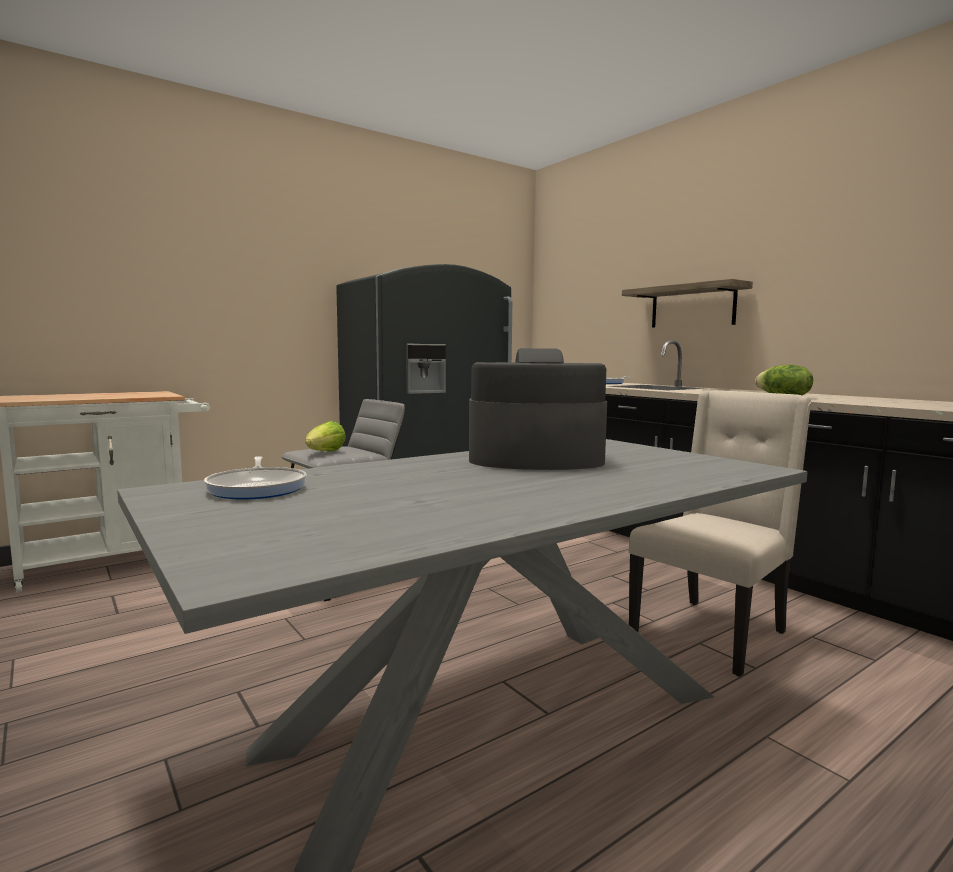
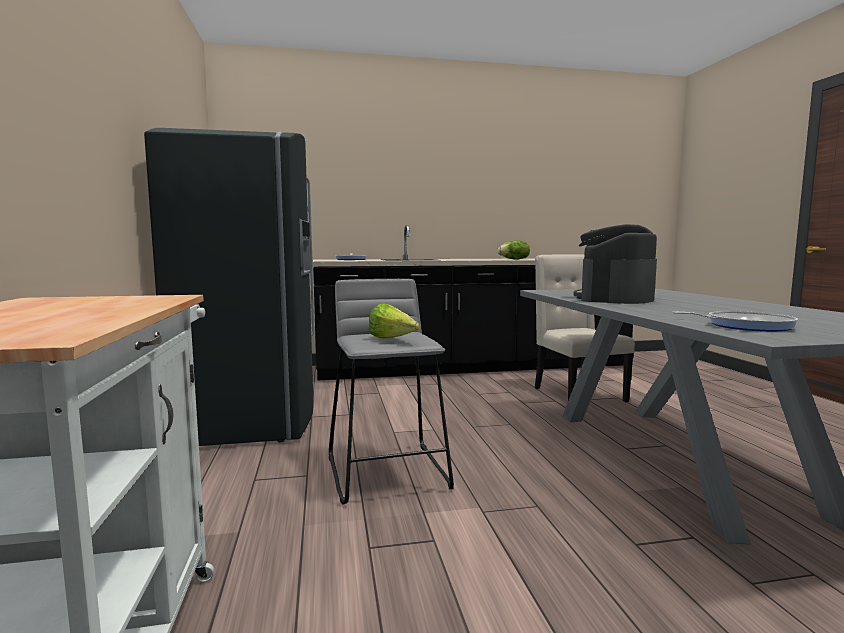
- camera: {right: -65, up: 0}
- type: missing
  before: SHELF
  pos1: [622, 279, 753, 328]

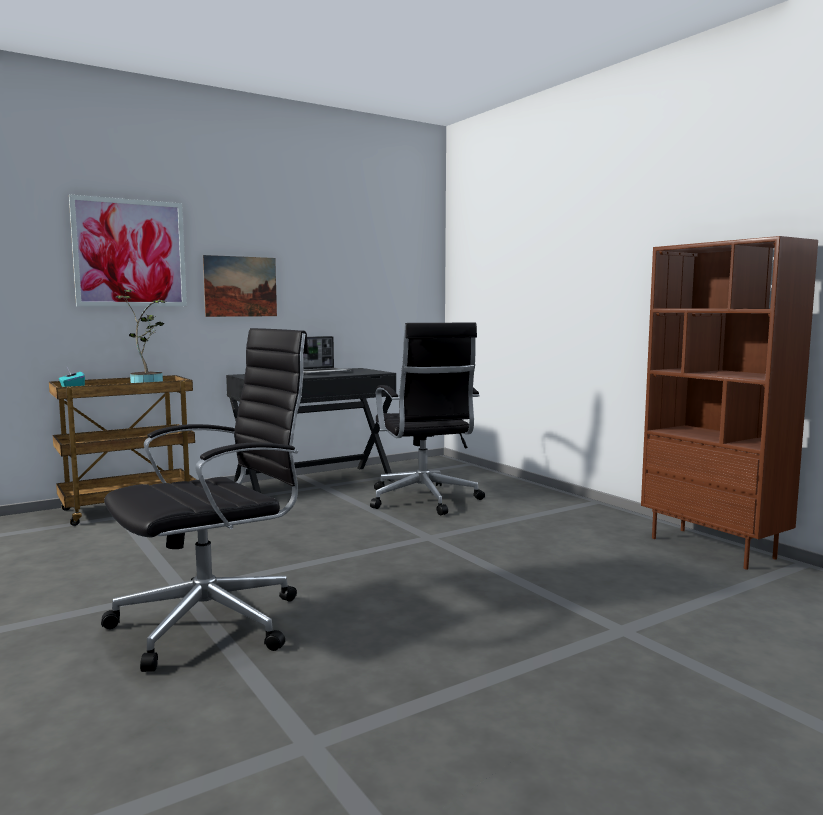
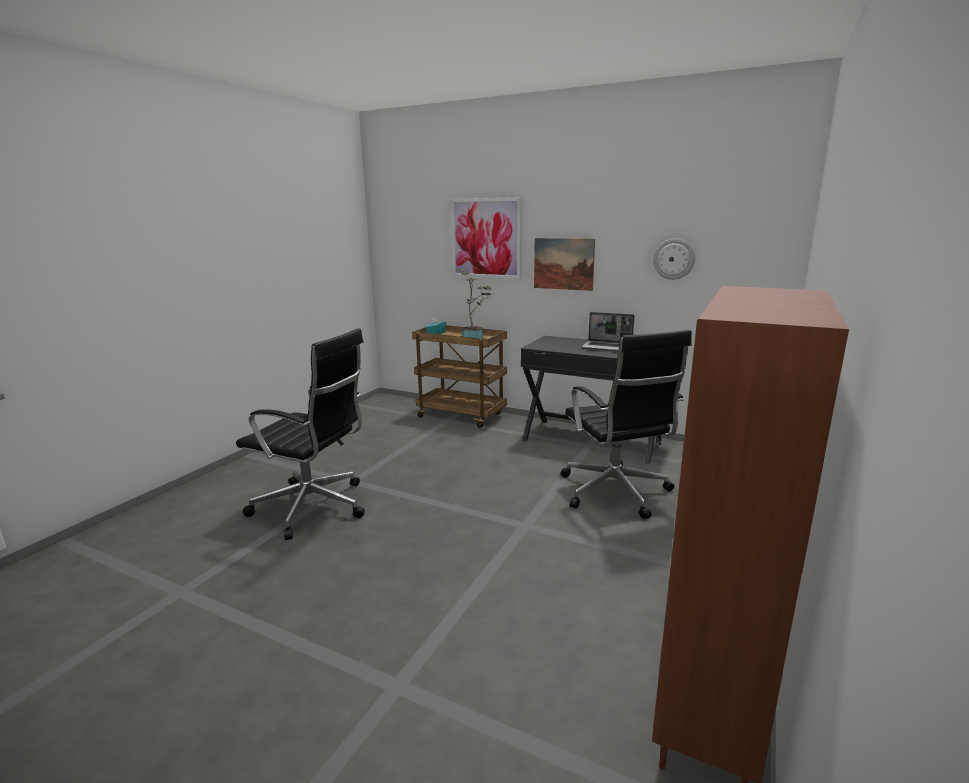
- camera: {right: 60, up: 10}
- type: spun
  before: BLACK OFFICE CHAIR
  pos1: [370, 322, 485, 515]
  pos2: [561, 330, 692, 519]
  turn: -60
- type: appeared
  after: WALL CLOCK
  pos2: [653, 239, 695, 280]

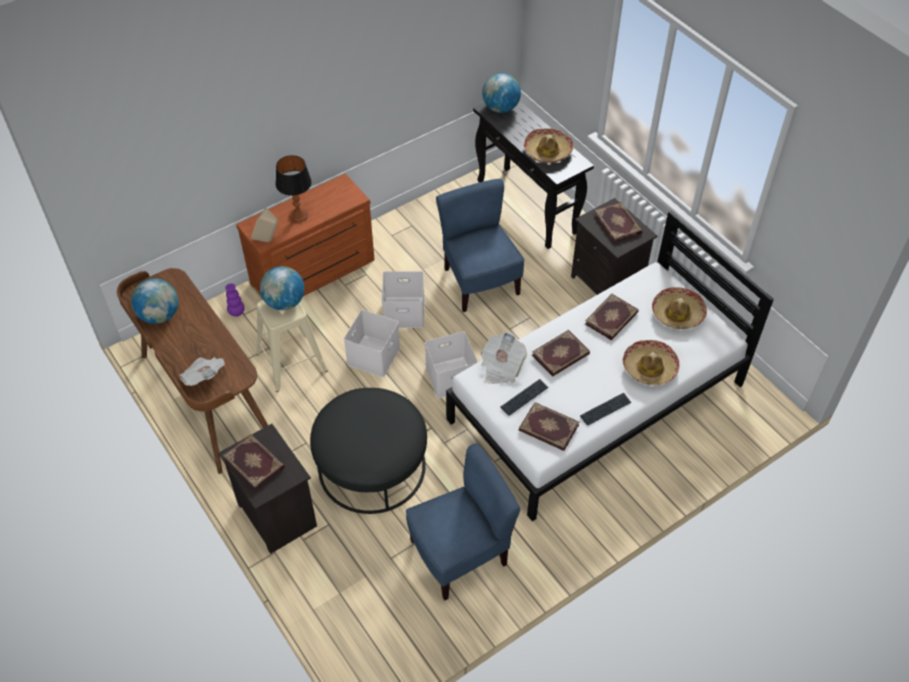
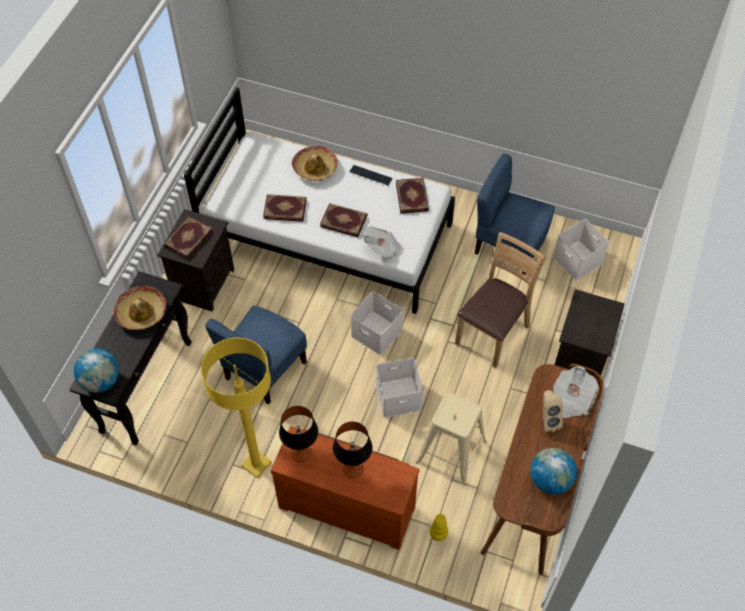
- camera: {right: -125, up: 5}
- type: appeared
  after: YELLOW FLOOR LAMP
  pos2: [201, 338, 272, 478]
- type: appeared
  after: TABLE LAMP
  pos2: [279, 406, 318, 463]
- type: colour
  before: PURPLE VASE
  after: YELLOW VASE
  pos1: [225, 283, 245, 317]
  pos2: [430, 514, 448, 541]
- type: exchanged
  before: BLACK OTTOMAN
  after: BROWN CHAIR
  pos1: [310, 388, 427, 514]
  pos2: [455, 232, 546, 368]
- type: relocated
  before: BEIGE SPEAKER
  pos1: [251, 208, 278, 242]
  pos2: [543, 390, 563, 432]
- type: relocated
  before: WHITE STORAGE BOX
  pos1: [382, 271, 424, 328]
  pos2: [553, 219, 609, 280]
- type: missing
  before: BOOK
  pos1: [222, 434, 285, 491]
- type: missing
  before: GLOBE
  pos1: [260, 266, 304, 310]
- type: missing
  before: KEYBOARD
  pos1: [500, 379, 549, 416]
- type: missing
  before: HAT
  pos1: [652, 287, 707, 329]

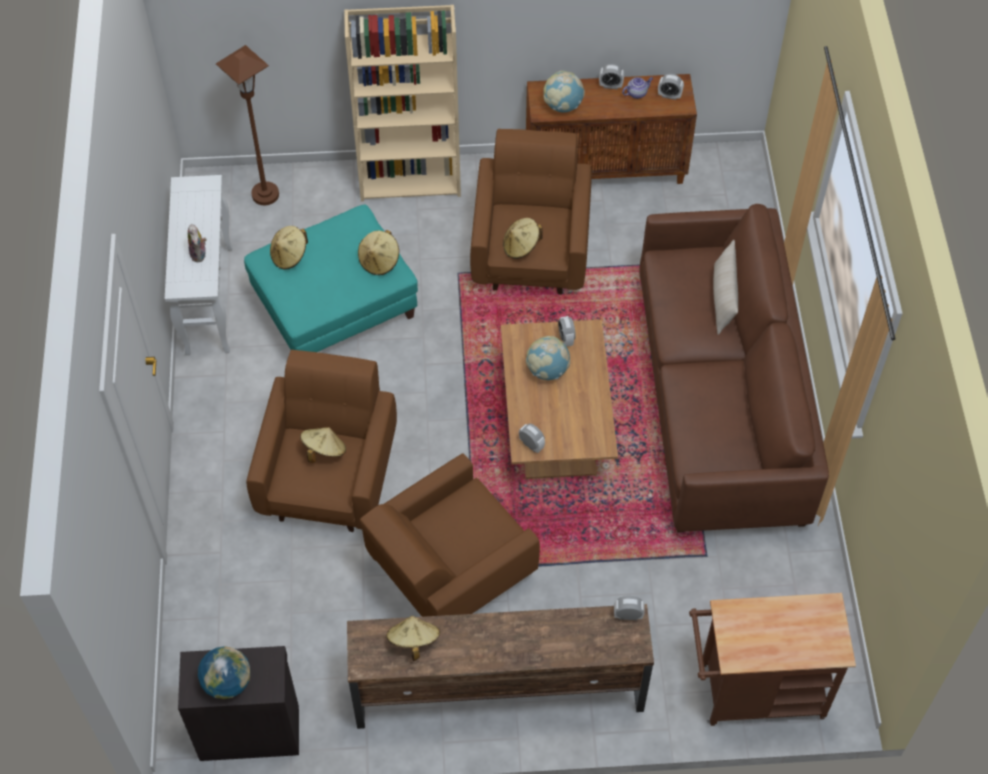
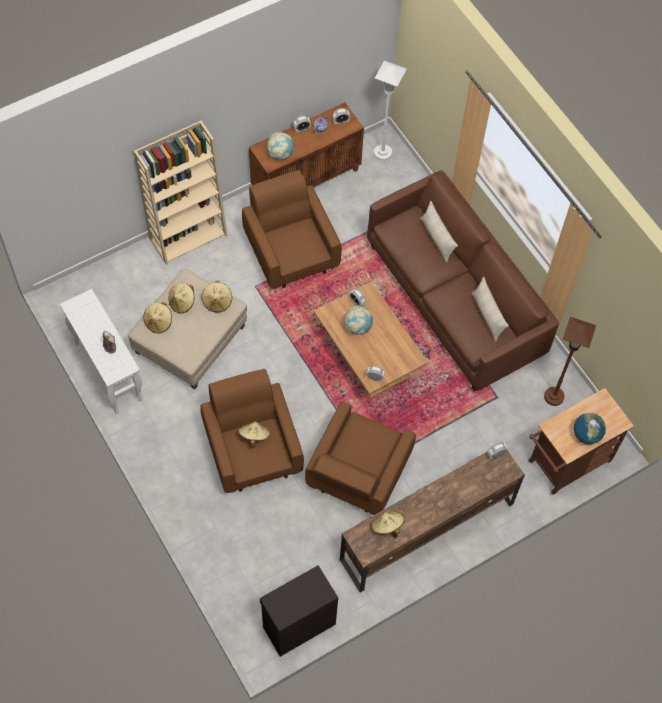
- camera: {right: -30, up: 5}
- type: colour
  before: TURQUOISE OTTOMAN
  after: BEIGE OTTOMAN
  pos1: [244, 205, 418, 352]
  pos2: [128, 268, 247, 389]
- type: relocated
  before: BEIGE HAT
  pos1: [503, 218, 542, 259]
  pos2: [168, 283, 194, 314]
- type: appeared
  after: WHITE FLOOR LAMP
  pos2: [374, 60, 407, 161]
- type: appeared
  after: BEIGE PILLOW
  pos2: [472, 277, 509, 342]
- type: relocated
  before: BROWN FLOOR LAMP
  pos1: [216, 45, 279, 205]
  pos2: [544, 317, 596, 406]
- type: relocated
  before: GLOBE
  pos1: [198, 646, 250, 699]
  pos2: [574, 413, 606, 444]

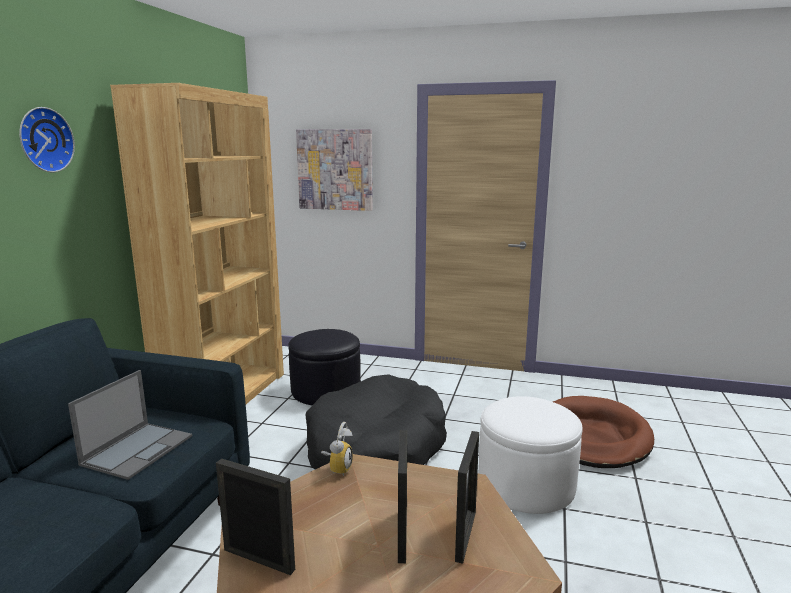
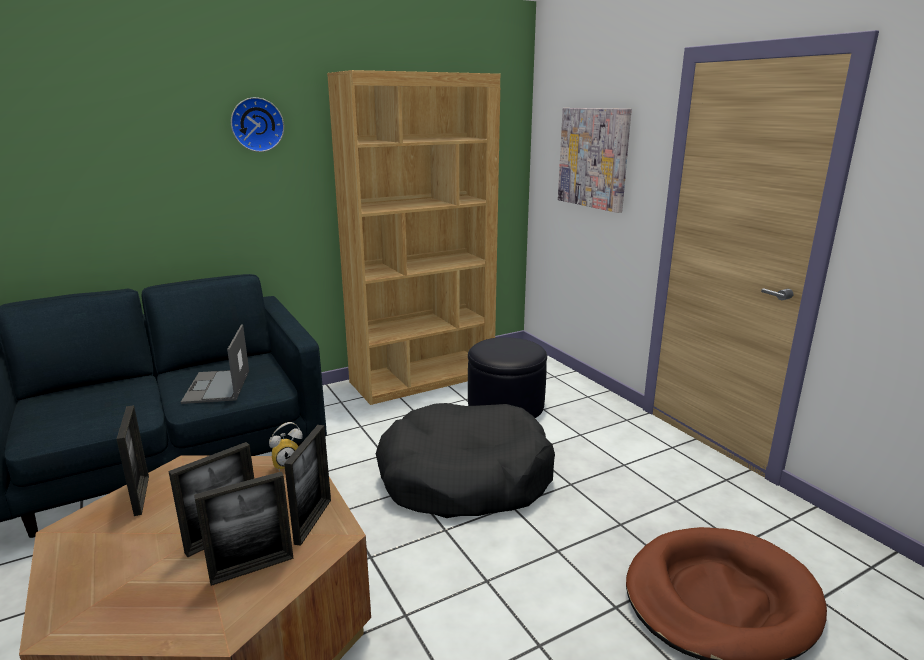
- camera: {right: 45, up: 5}
- type: spun
  before: LAPTOP
  pos1: [68, 370, 192, 480]
  pos2: [181, 324, 249, 404]
  turn: 105
- type: appeared
  after: PICTURE FRAME
  pos2: [284, 425, 331, 546]
- type: missing
  before: WHITE OTTOMAN
  pos1: [478, 396, 583, 514]

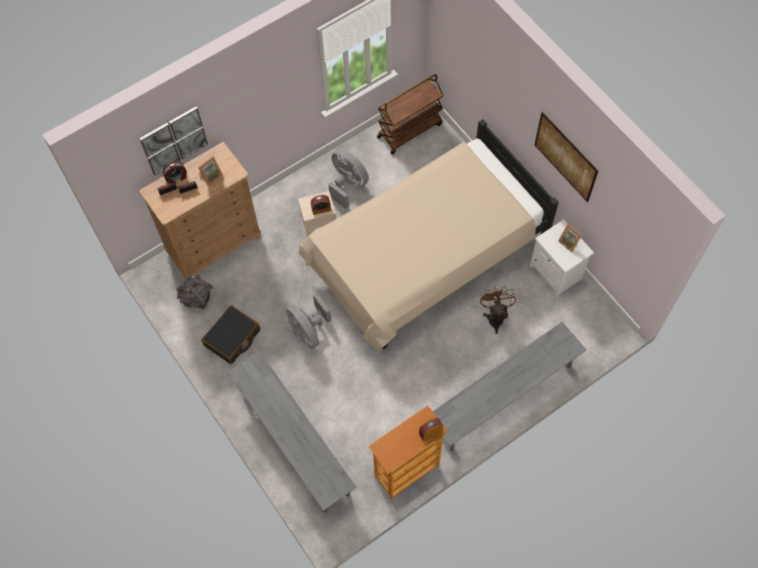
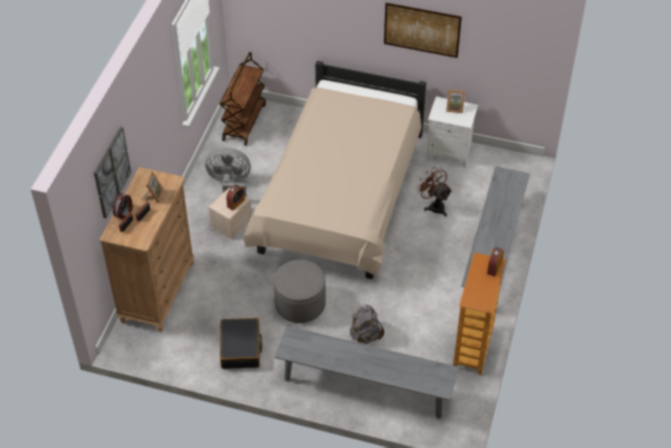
- camera: {right: -40, up: -15}
- type: exchanged
  before: GREY FAN
  after: GREY OTTOMAN
  pos1: [286, 293, 331, 349]
  pos2: [274, 260, 326, 323]
- type: relocated
  before: GREY BACKPACK
  pos1: [176, 275, 213, 310]
  pos2: [350, 304, 384, 344]

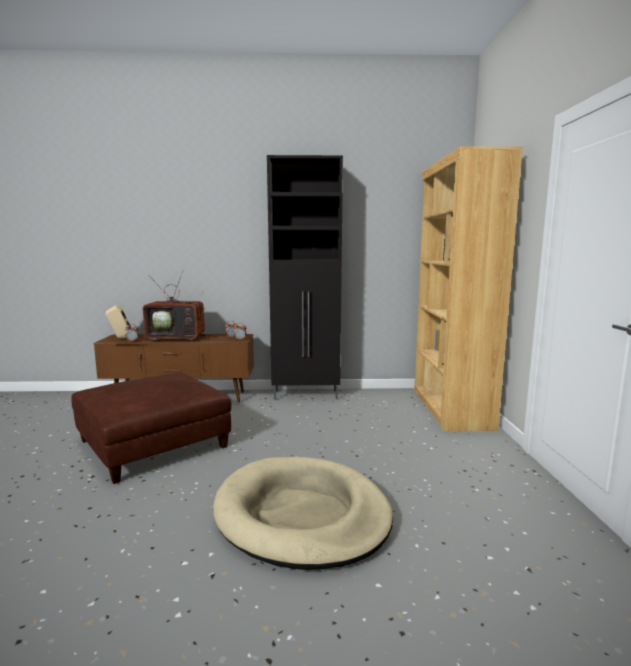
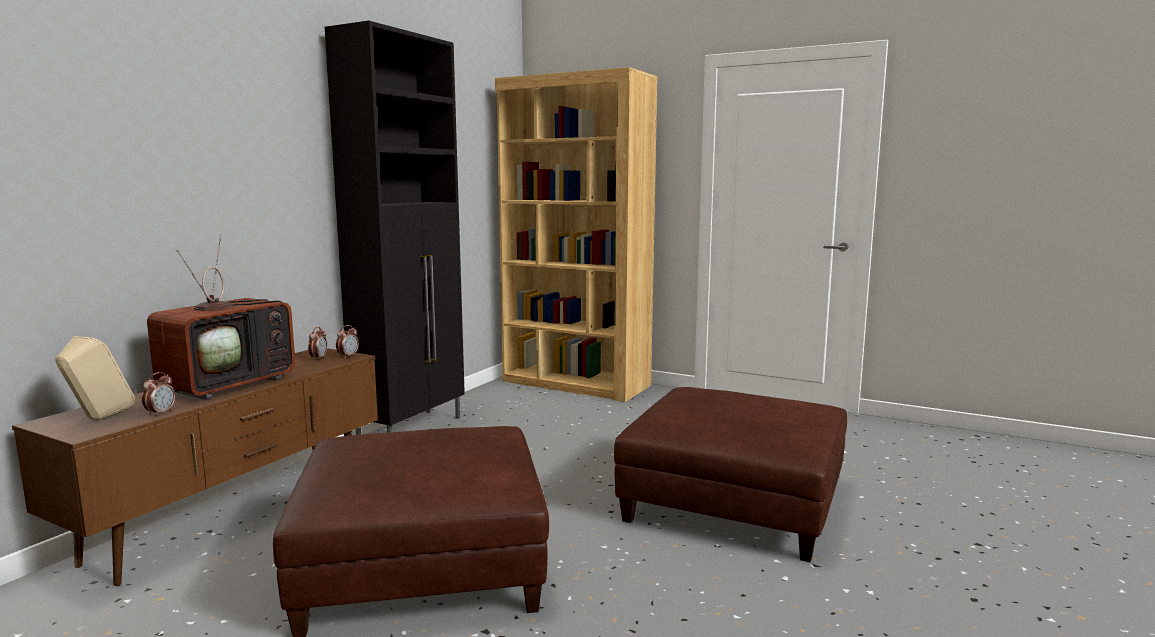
- camera: {right: -60, up: 0}
- type: exchanged
  before: BEIGE DOG BED
  after: BROWN OTTOMAN
  pos1: [213, 457, 393, 570]
  pos2: [614, 387, 847, 562]

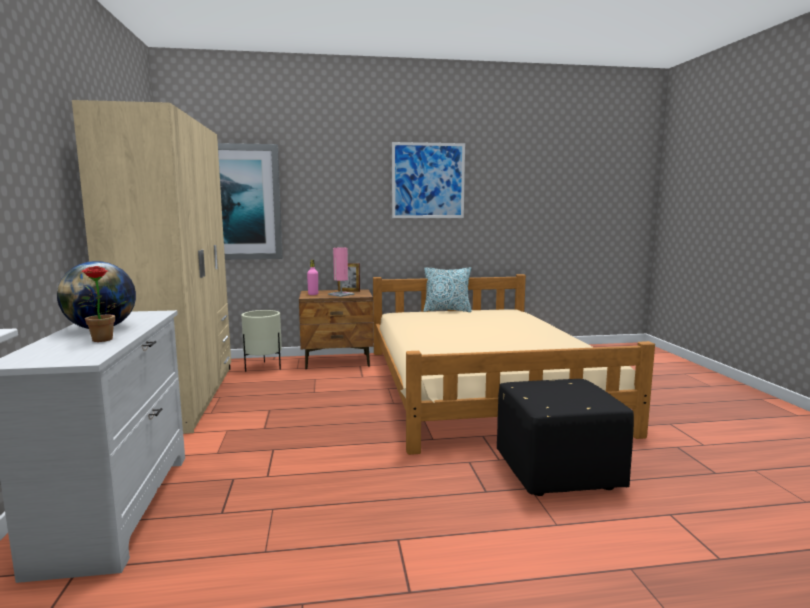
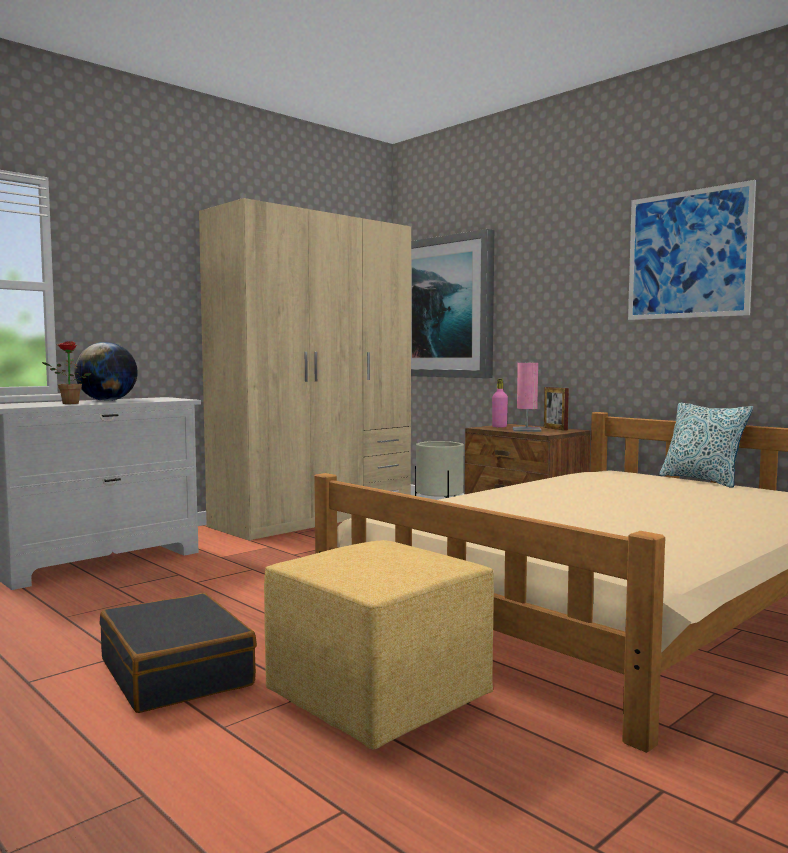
- camera: {right: 55, up: -5}
- type: appeared
  after: BLACK SUITCASE
  pos2: [99, 593, 257, 713]
- type: colour
  before: BLACK OTTOMAN
  after: YELLOW OTTOMAN
  pos1: [497, 379, 634, 496]
  pos2: [264, 540, 494, 750]

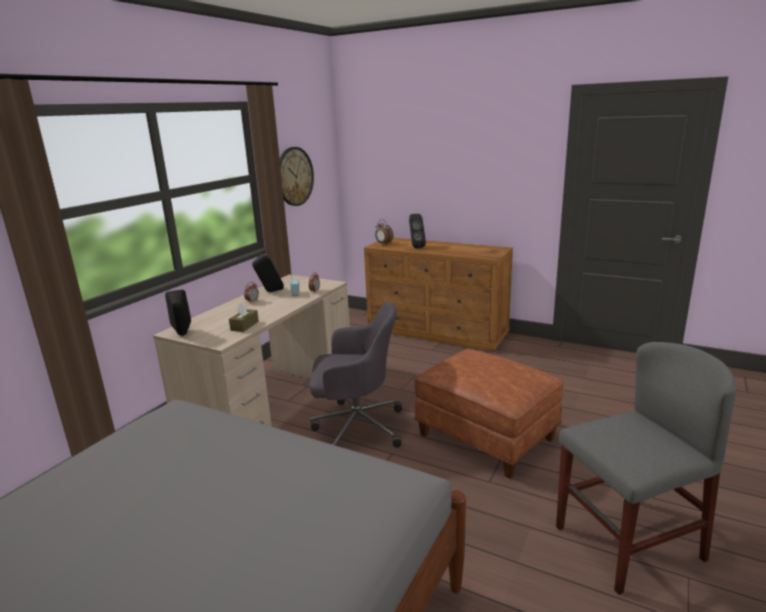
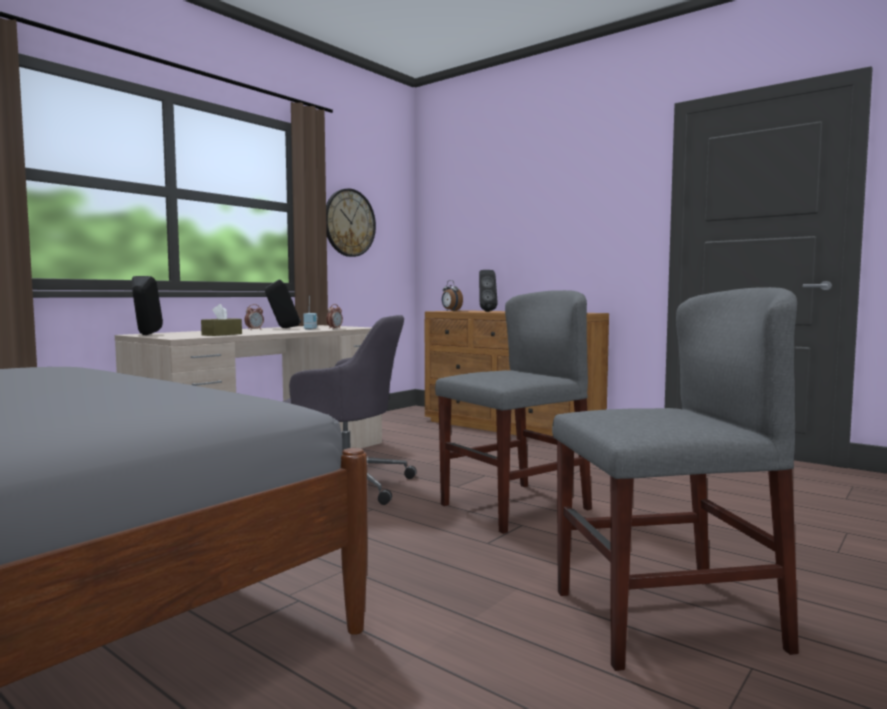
- camera: {right: 10, up: -15}
- type: exchanged
  before: BROWN OTTOMAN
  after: GREY CHAIR
  pos1: [415, 349, 564, 479]
  pos2: [435, 290, 592, 534]

